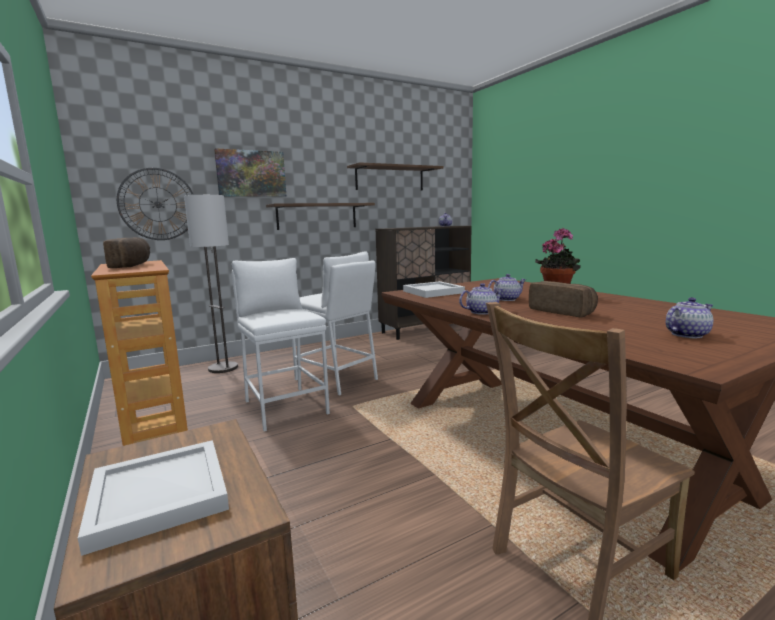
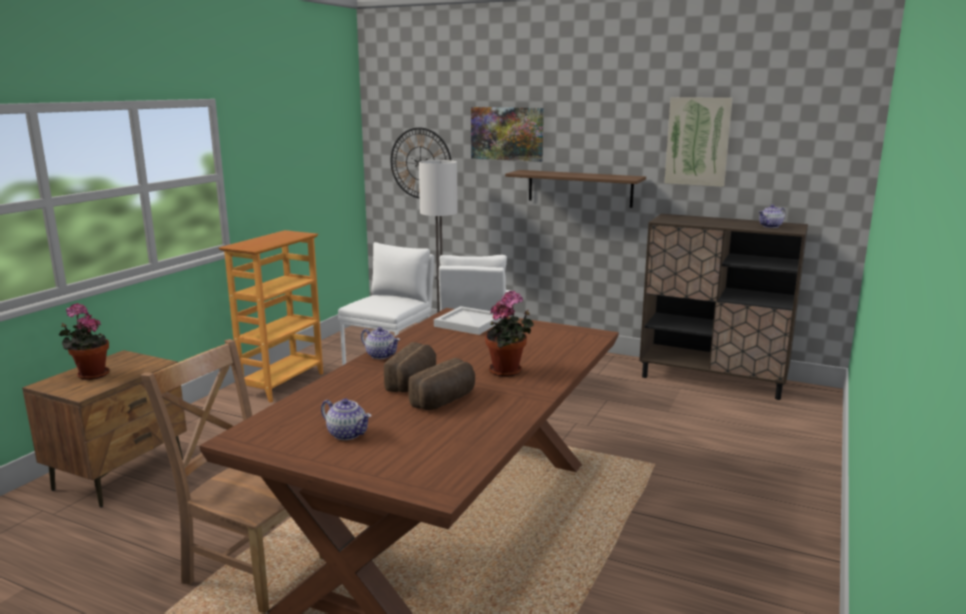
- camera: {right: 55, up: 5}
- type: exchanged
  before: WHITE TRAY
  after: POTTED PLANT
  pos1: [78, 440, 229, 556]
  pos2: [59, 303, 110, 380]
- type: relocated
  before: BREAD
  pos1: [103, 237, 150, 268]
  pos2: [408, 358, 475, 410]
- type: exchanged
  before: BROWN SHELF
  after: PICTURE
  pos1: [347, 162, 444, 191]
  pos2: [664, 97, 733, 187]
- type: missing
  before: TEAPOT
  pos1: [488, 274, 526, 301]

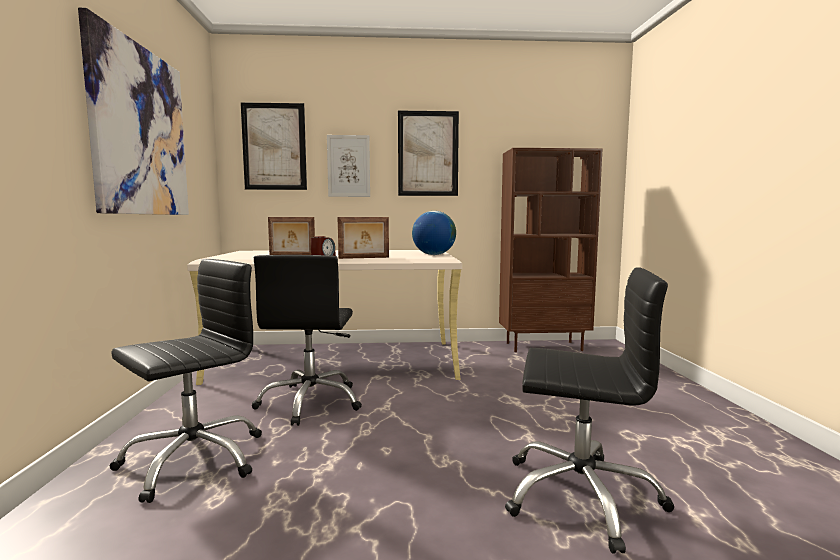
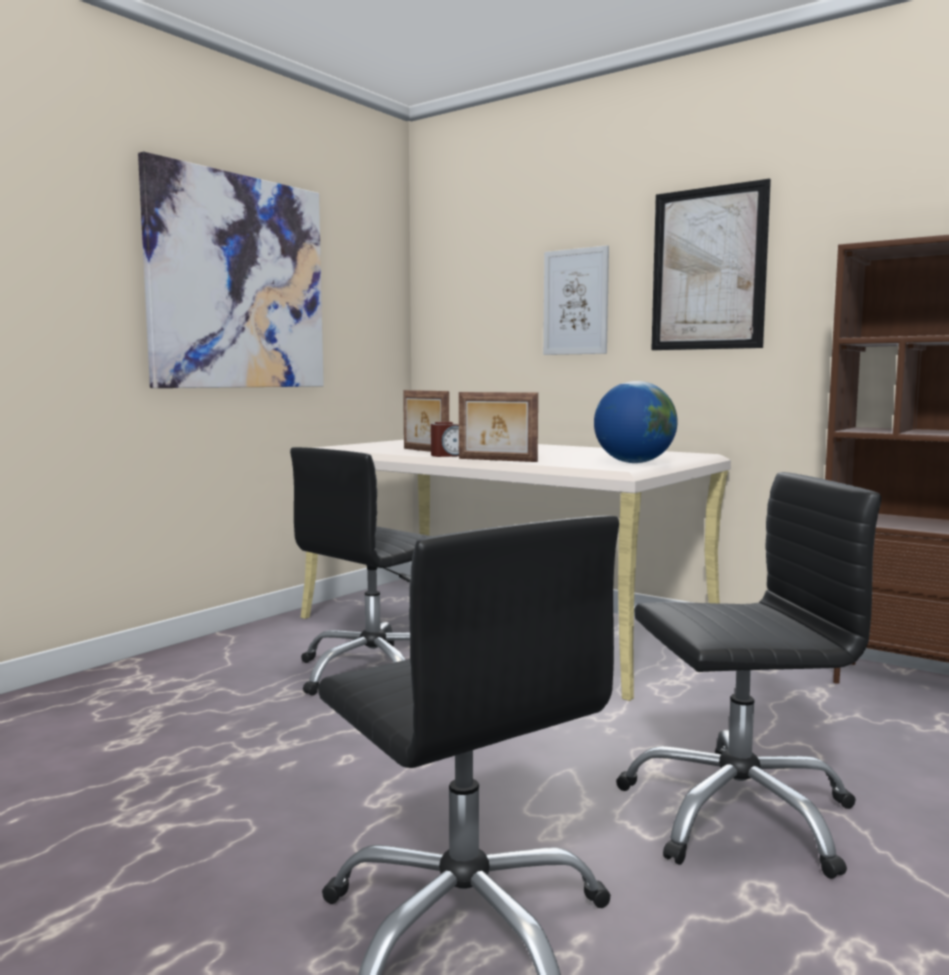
- camera: {right: 40, up: 0}
- type: relocated
  before: BLACK OFFICE CHAIR
  pos1: [109, 259, 262, 503]
  pos2: [616, 472, 881, 879]
- type: missing
  before: PICTURE
  pos1: [241, 102, 307, 190]

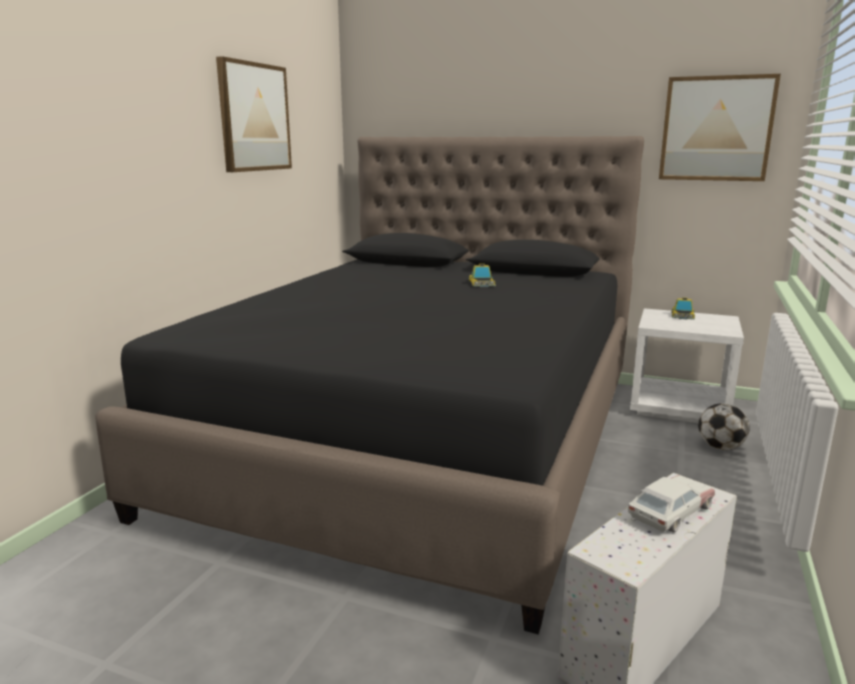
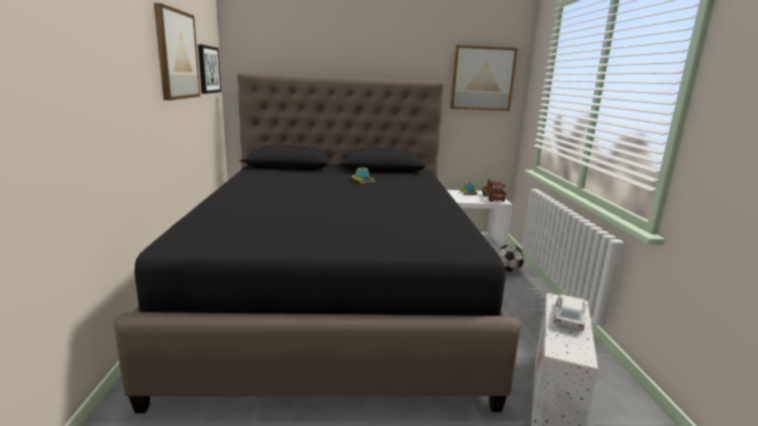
- camera: {right: -25, up: 0}
- type: appeared
  after: PICTURE
  pos2: [198, 44, 221, 94]
- type: appeared
  after: TOY TRUCK
  pos2: [482, 178, 507, 202]

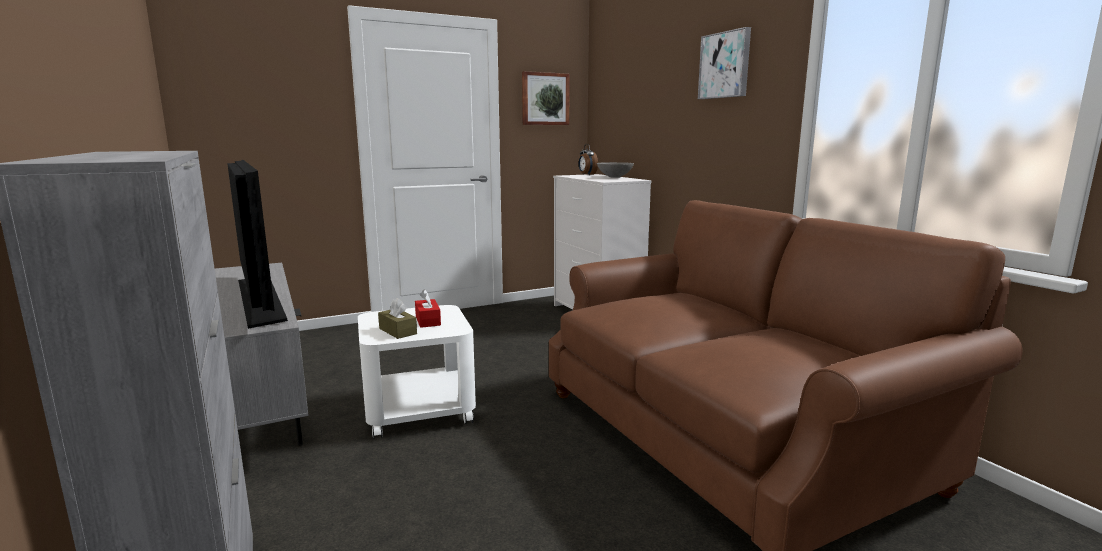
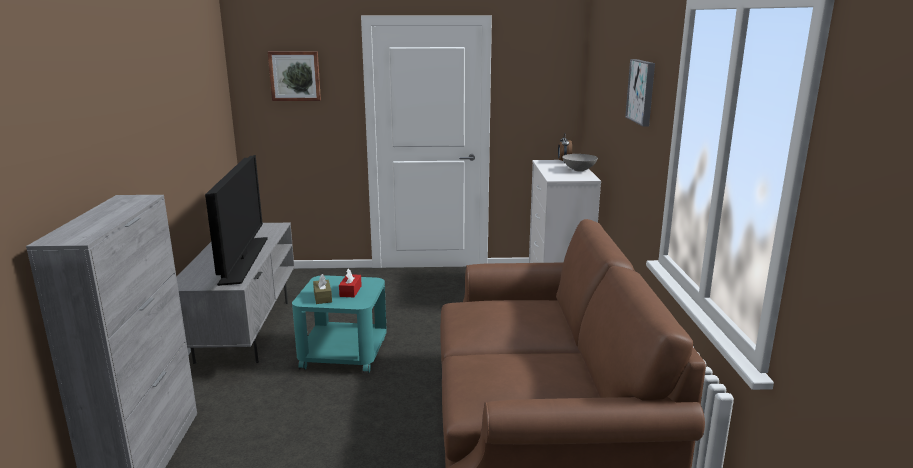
- camera: {right: 25, up: 5}
- type: relocated
  before: PICTURE
  pos1: [522, 71, 570, 125]
  pos2: [268, 51, 321, 101]
- type: colour
  before: WHITE SIDE TABLE
  after: TURQUOISE SIDE TABLE
  pos1: [358, 305, 476, 439]
  pos2: [292, 275, 387, 373]

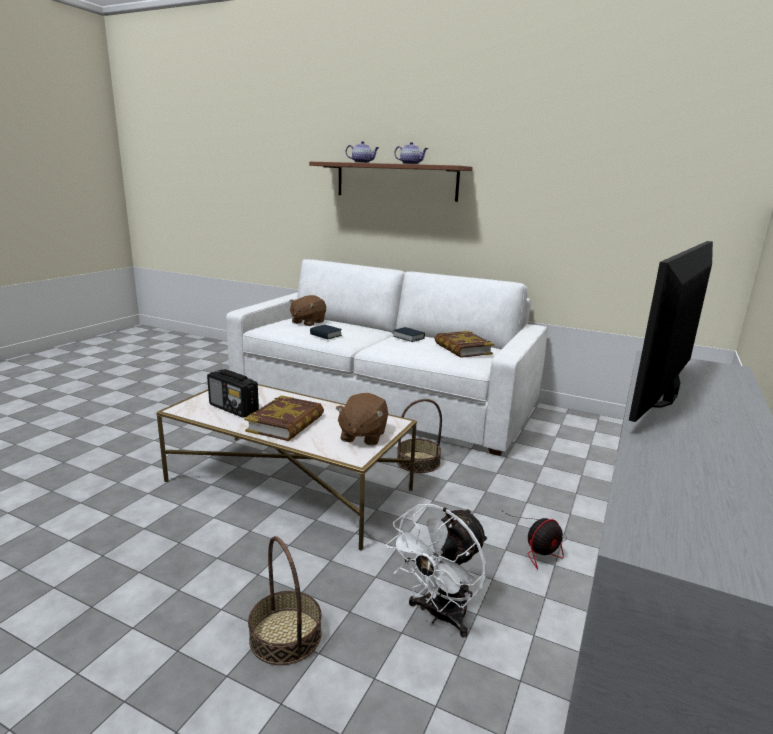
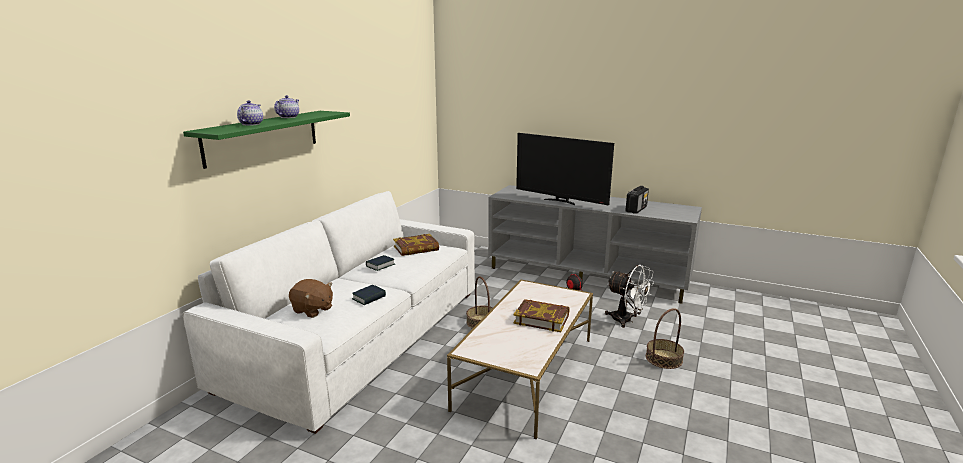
- camera: {right: -90, up: 0}
- type: colour
  before: BROWN SHELF
  after: GREEN SHELF
  pos1: [309, 162, 473, 202]
  pos2: [183, 111, 350, 169]
- type: relocated
  before: RADIO
  pos1: [207, 369, 259, 418]
  pos2: [625, 186, 649, 214]
- type: missing
  before: BROWN PLUSH TOY
  pos1: [336, 393, 388, 446]

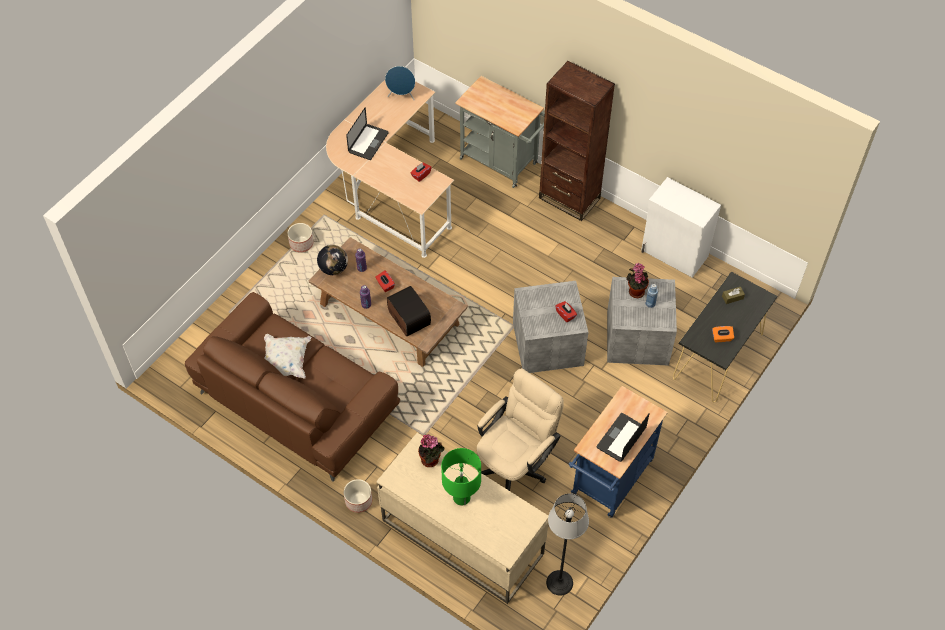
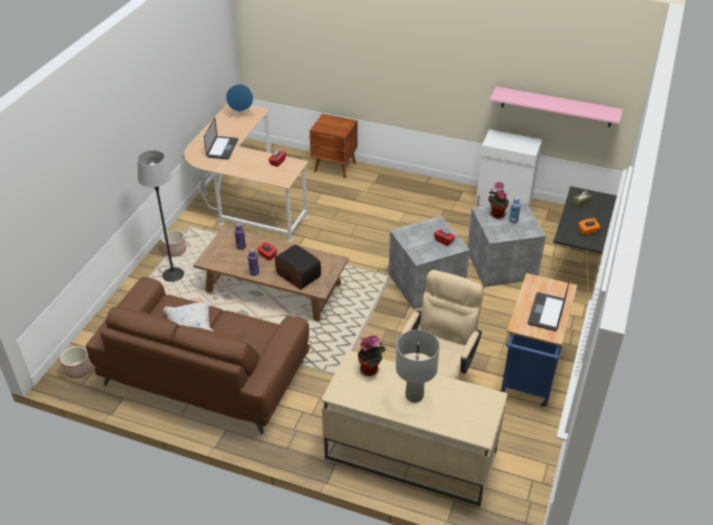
- camera: {right: -15, up: -15}
- type: relocated
  before: PLANTER
  pos1: [343, 479, 372, 513]
  pos2: [60, 346, 91, 378]
- type: relocated
  before: FLOOR LAMP
  pos1: [546, 493, 589, 596]
  pos2: [138, 150, 184, 282]
- type: exchanged
  before: GREY CART
  after: BROWN NIGHTSTAND
  pos1: [455, 76, 545, 188]
  pos2: [310, 114, 357, 179]
- type: colour
  before: GREEN TABLE LAMP
  after: GREY TABLE LAMP
  pos1: [441, 448, 481, 506]
  pos2: [396, 330, 440, 403]
- type: appeared
  after: PINK SHELF
  pos2: [490, 87, 623, 127]
- type: missing
  before: GLOBE
  pos1: [317, 245, 348, 275]
- type: missing
  before: BROWN BOOKCASE
  pos1: [539, 61, 615, 221]

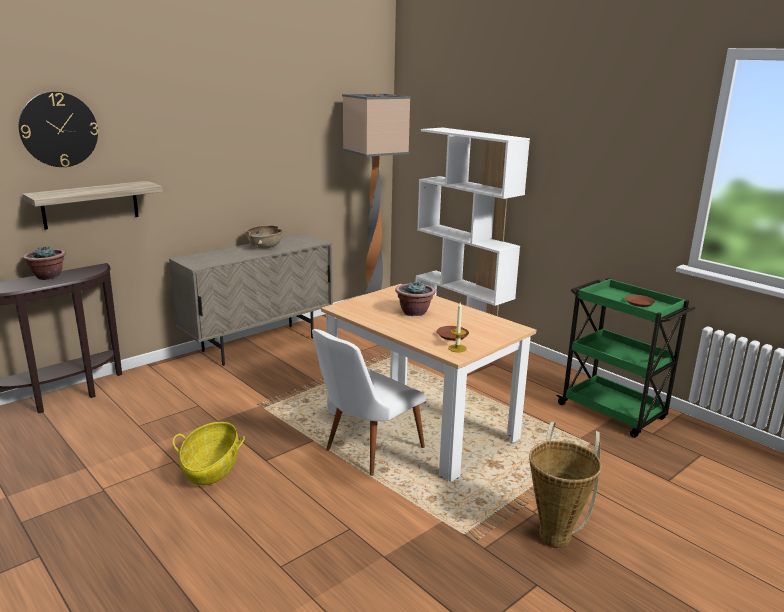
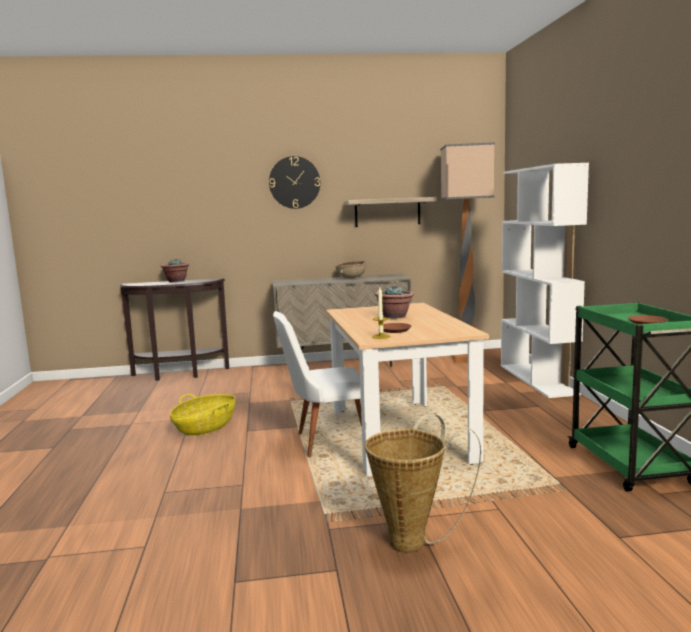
- camera: {right: 35, up: -10}
- type: relocated
  before: WALL CLOCK
  pos1: [19, 92, 98, 167]
  pos2: [269, 156, 320, 209]
- type: relocated
  before: SHELF
  pos1: [23, 181, 163, 230]
  pos2: [345, 197, 437, 227]

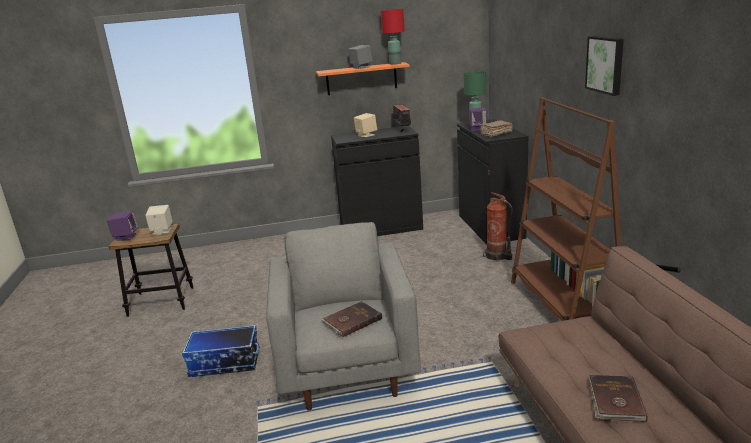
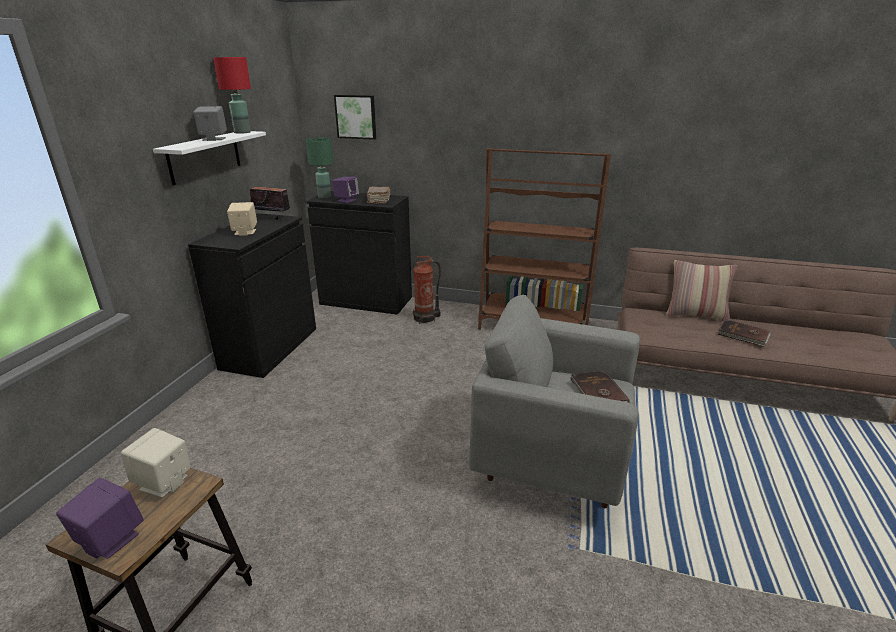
- camera: {right: -65, up: 5}
- type: colour
  before: ORANGE SHELF
  after: WHITE SHELF
  pos1: [316, 62, 410, 95]
  pos2: [153, 131, 266, 185]
- type: relocated
  before: PICTURE
  pos1: [585, 36, 624, 96]
  pos2: [334, 95, 376, 140]
- type: appeared
  after: PILLOW
  pos2: [666, 260, 738, 321]
- type: missing
  before: STORAGE BOX
  pos1: [182, 325, 259, 377]

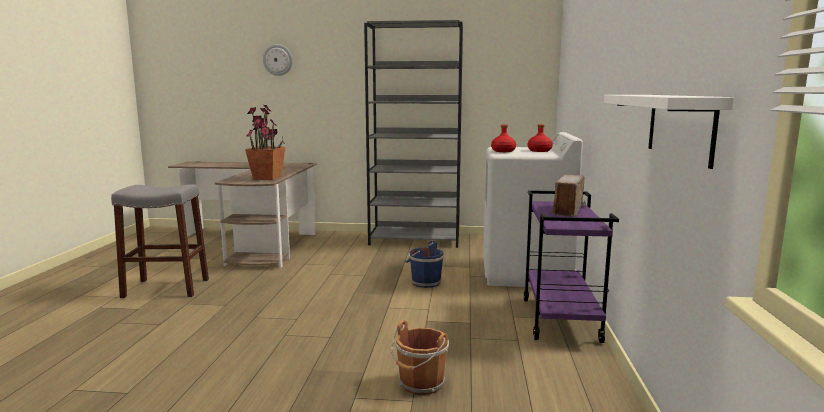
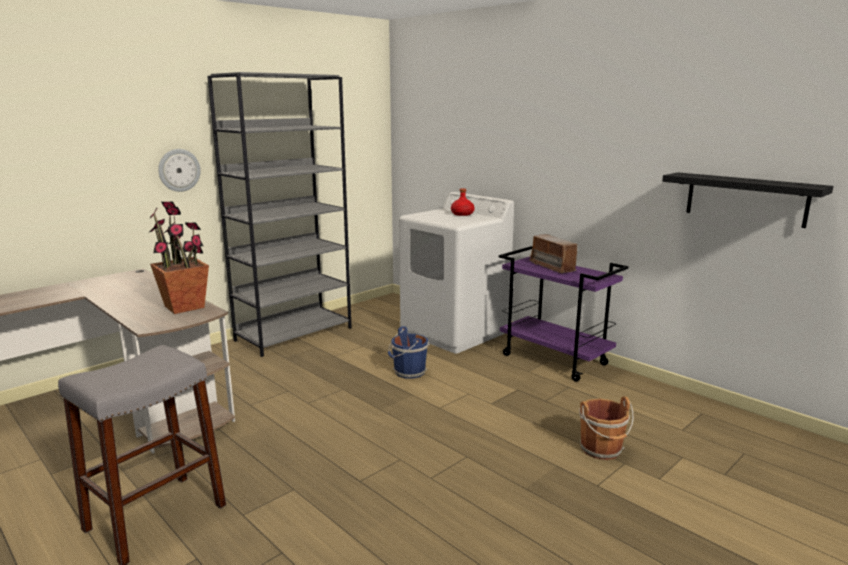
- camera: {right: -50, up: 5}
- type: relocated
  before: WALL CLOCK
  pos1: [263, 44, 293, 76]
  pos2: [158, 149, 201, 192]
- type: colour
  before: WHITE SHELF
  after: BLACK SHELF
  pos1: [604, 95, 734, 169]
  pos2: [662, 172, 833, 228]
- type: missing
  before: RED BOTTLE
  pos1: [491, 125, 516, 152]

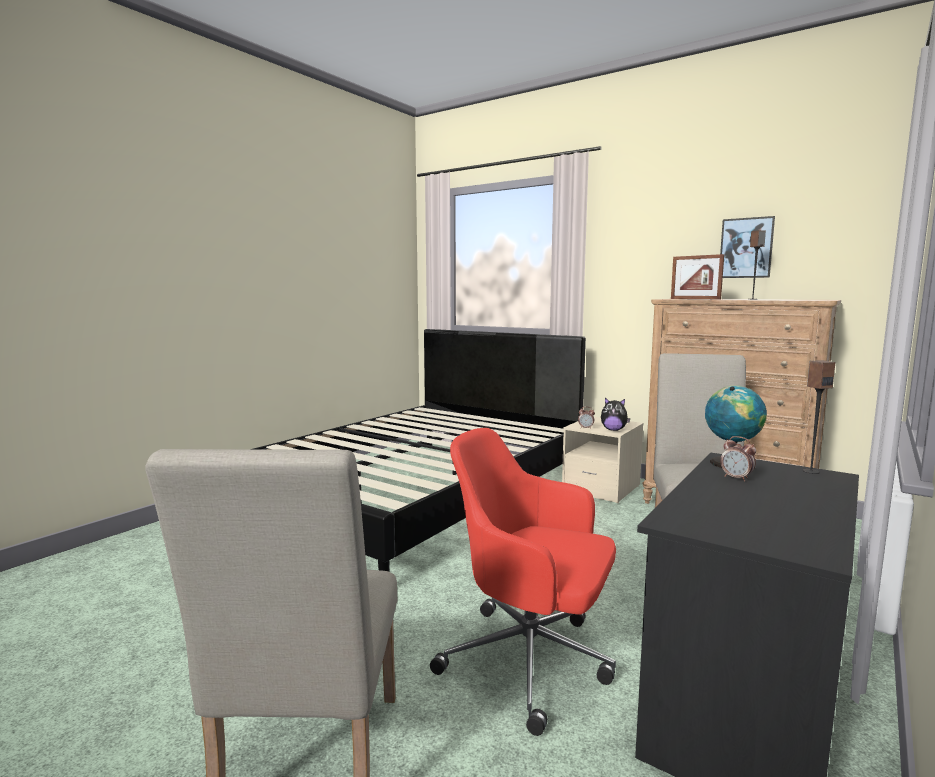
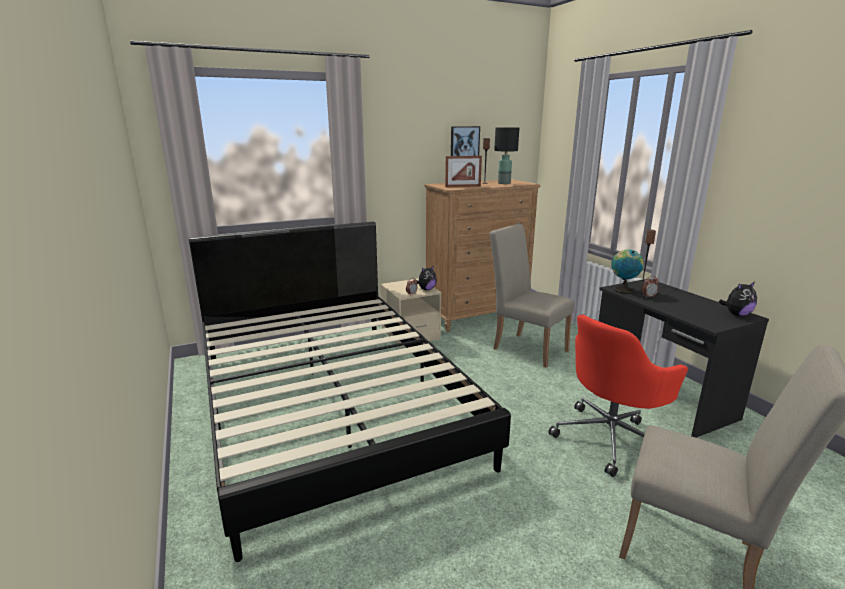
- camera: {right: -60, up: 10}
- type: appeared
  after: BLACK TABLE LAMP
  pos2: [494, 127, 519, 184]
- type: appeared
  after: PLUSH TOY
  pos2: [719, 282, 757, 316]

